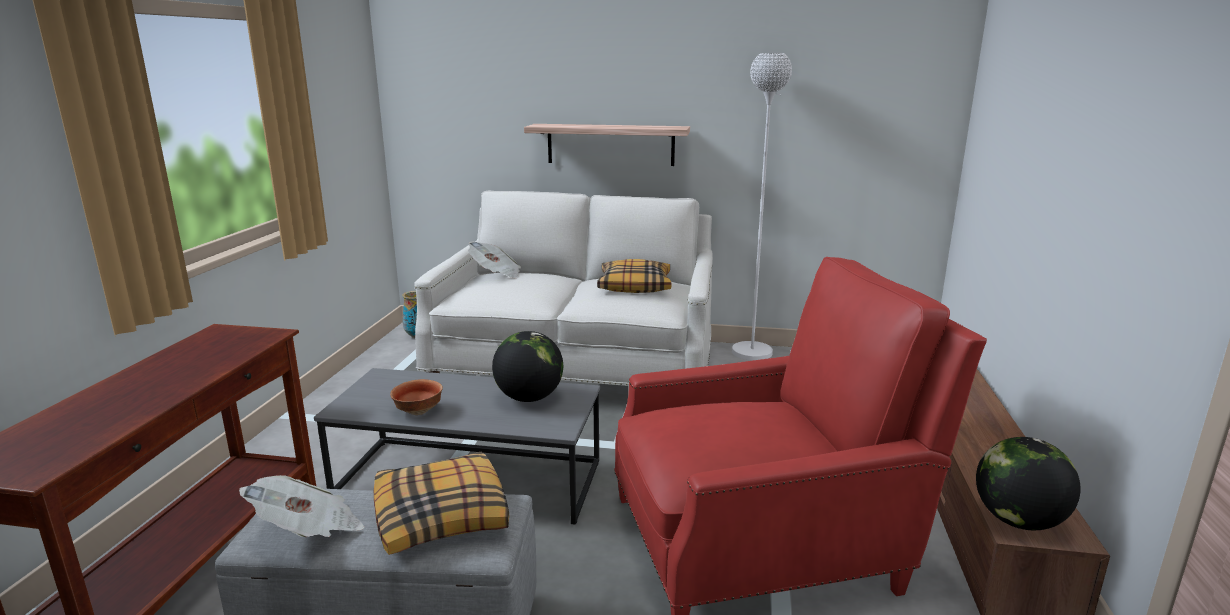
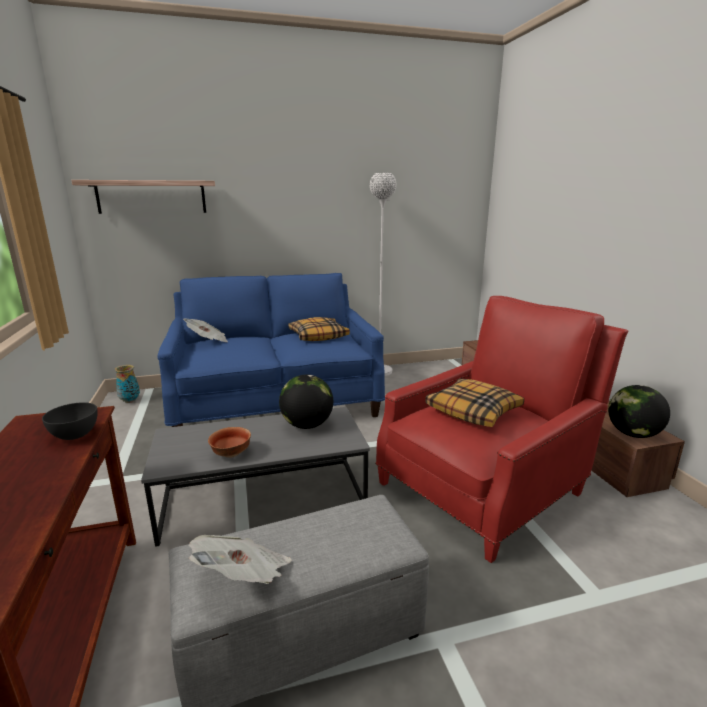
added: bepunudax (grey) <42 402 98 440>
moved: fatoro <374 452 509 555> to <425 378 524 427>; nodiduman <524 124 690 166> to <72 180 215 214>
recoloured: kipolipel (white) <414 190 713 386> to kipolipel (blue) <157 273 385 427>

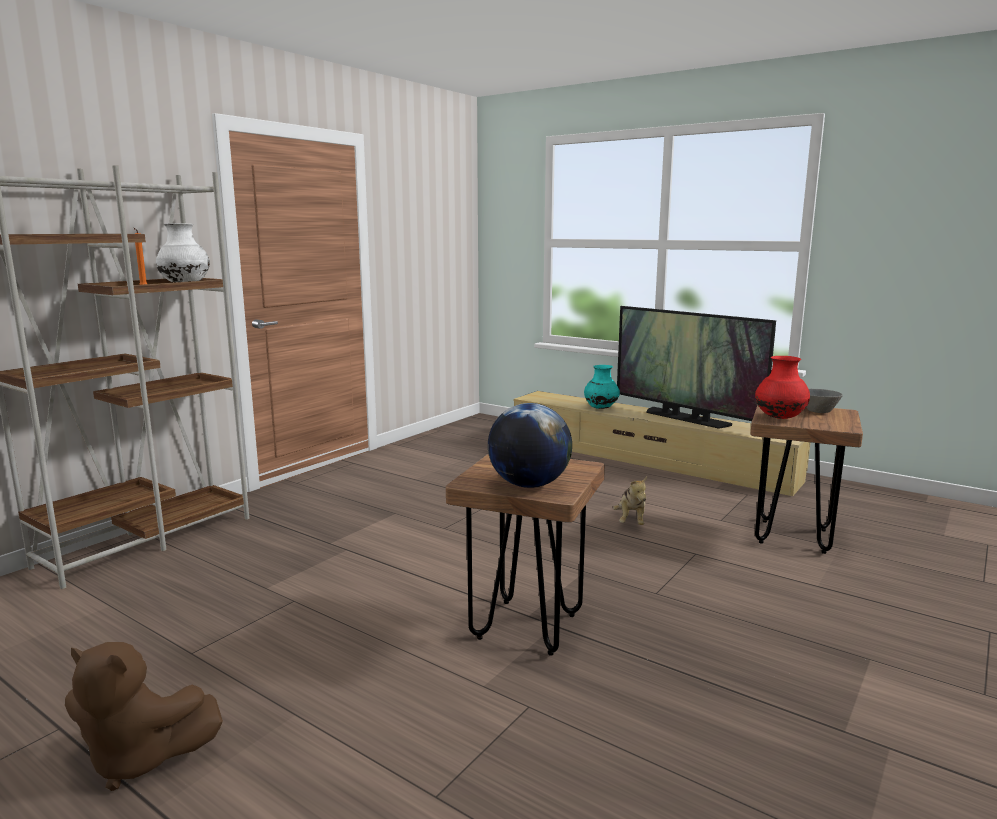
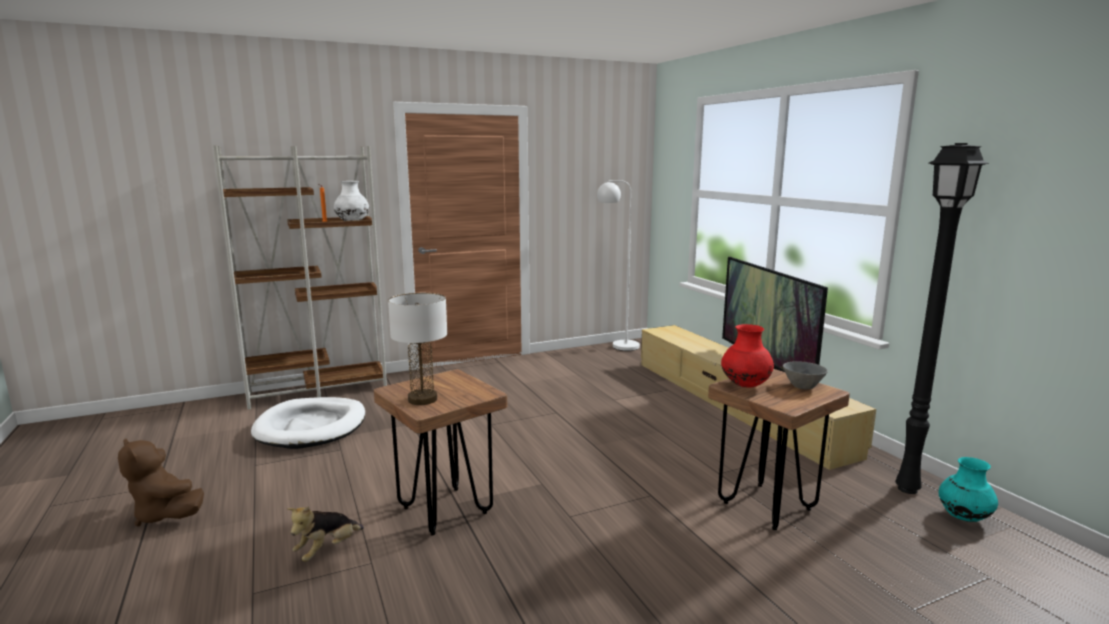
added: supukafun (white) <251 397 365 449>; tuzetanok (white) <597 180 640 351>; tuzetanok (black) <895 143 989 494>
moved: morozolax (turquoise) <584 365 620 409> to <939 457 998 522>; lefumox <613 477 647 525> to <287 506 364 562>
replaced: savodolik <488 403 572 488> to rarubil <388 293 447 405>

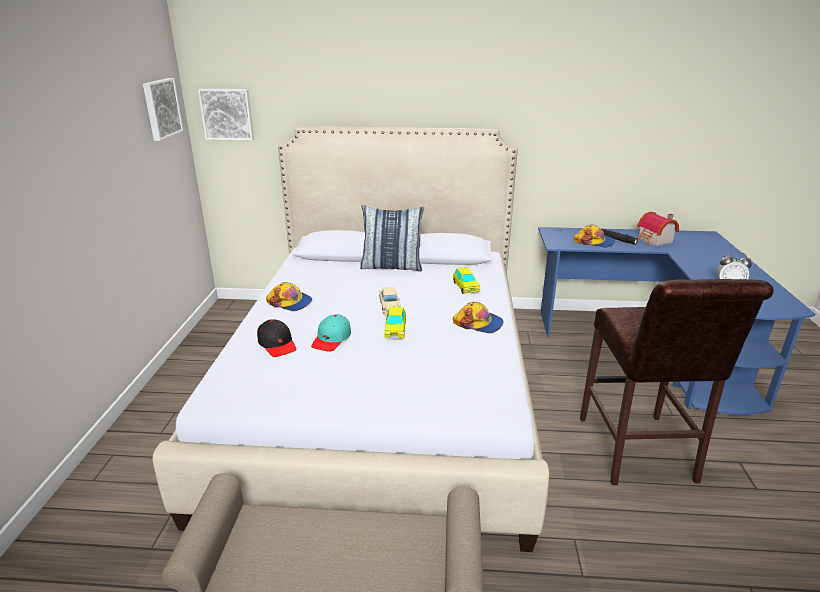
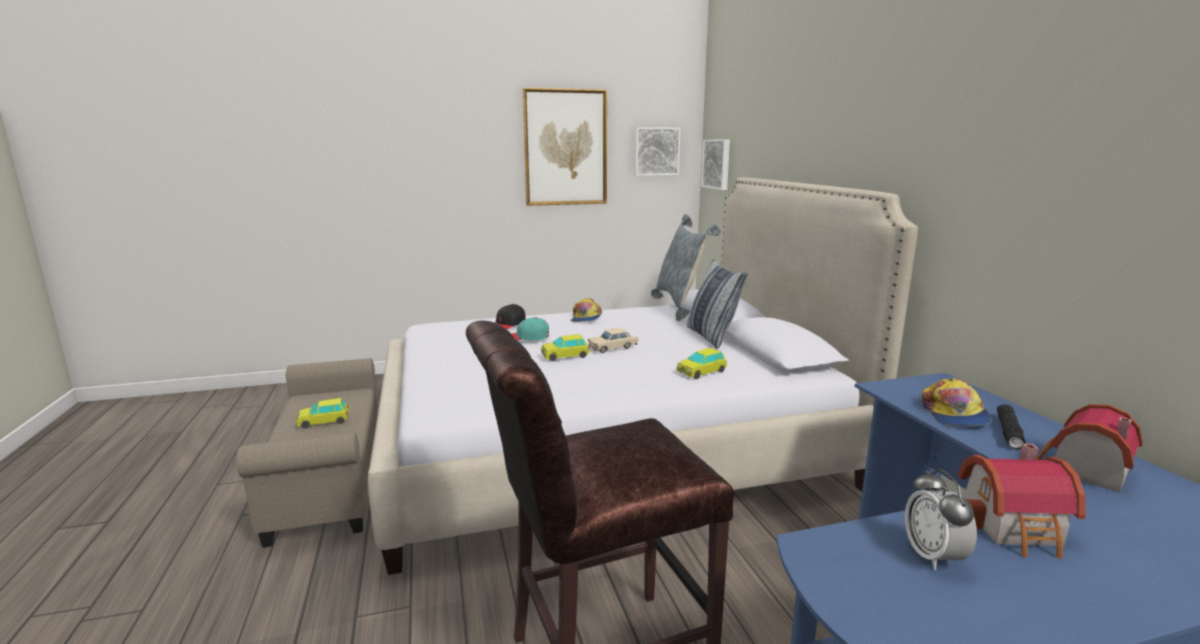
removed: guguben <453 302 503 333>
added: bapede <296 398 349 428>; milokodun <522 88 607 206>; fatoro <651 214 720 322>; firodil <958 443 1086 559>

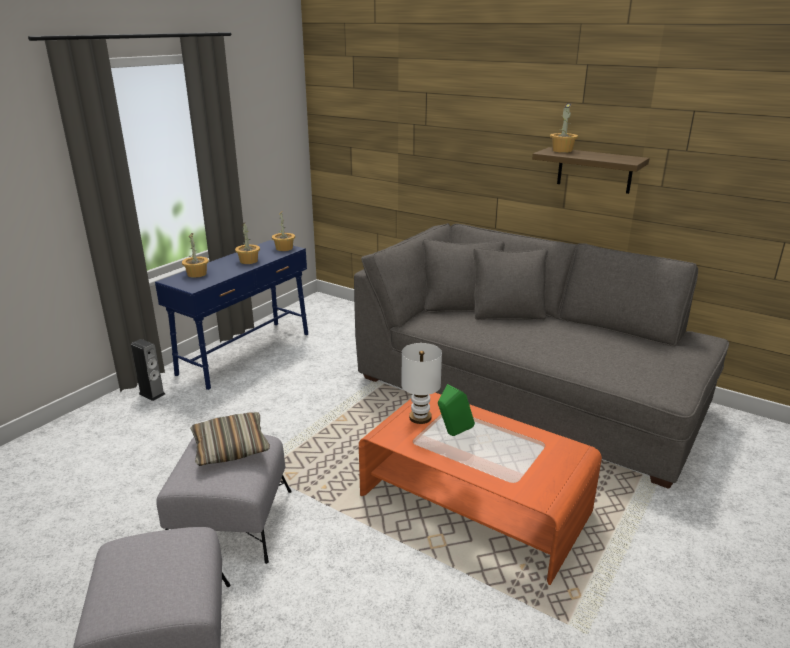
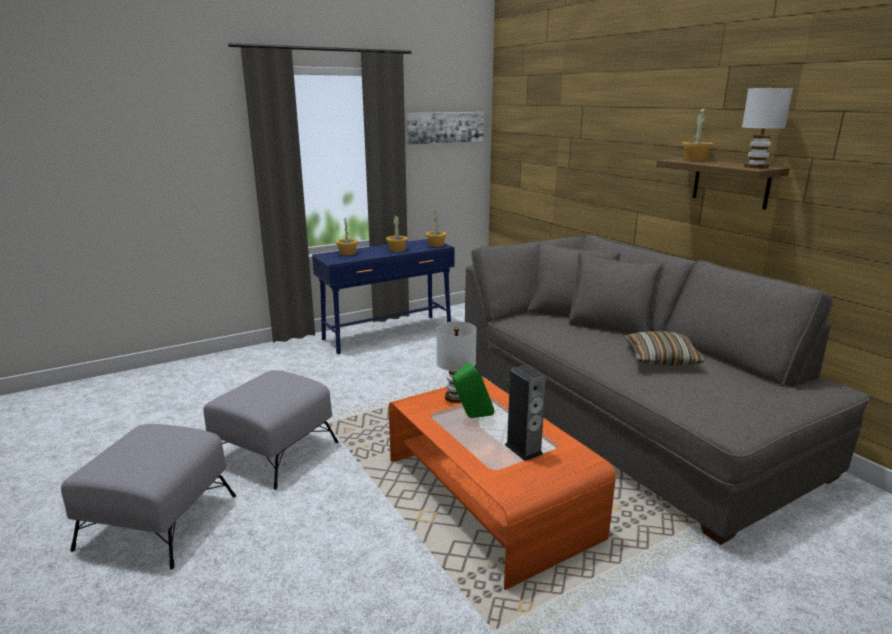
added: milokodun <407 112 484 144>; rarubil (white) <742 87 793 168>
moved: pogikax <131 339 165 401> to <505 365 546 461>; fatoro <190 412 270 466> to <624 331 706 365>

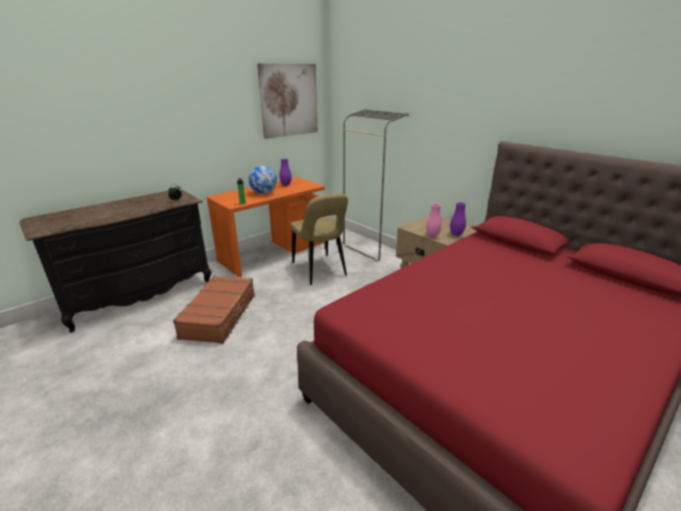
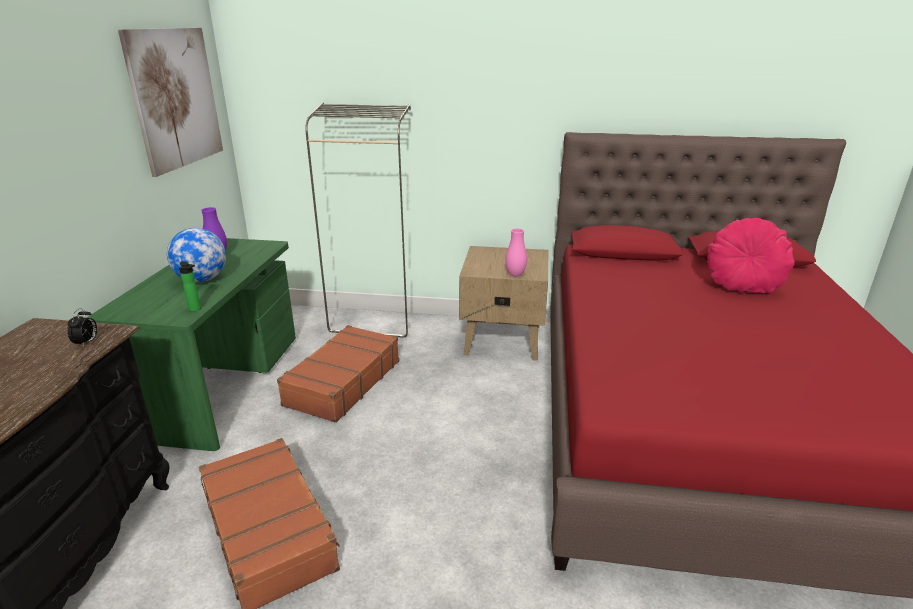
removed: morozolax (purple) <450 202 466 236>
added: fatoro (pink) <707 218 795 293>
replaced: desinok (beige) <291 194 348 285> to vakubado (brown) <277 325 399 423>
recoloured: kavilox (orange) <207 177 325 277> to kavilox (green) <87 238 296 451>

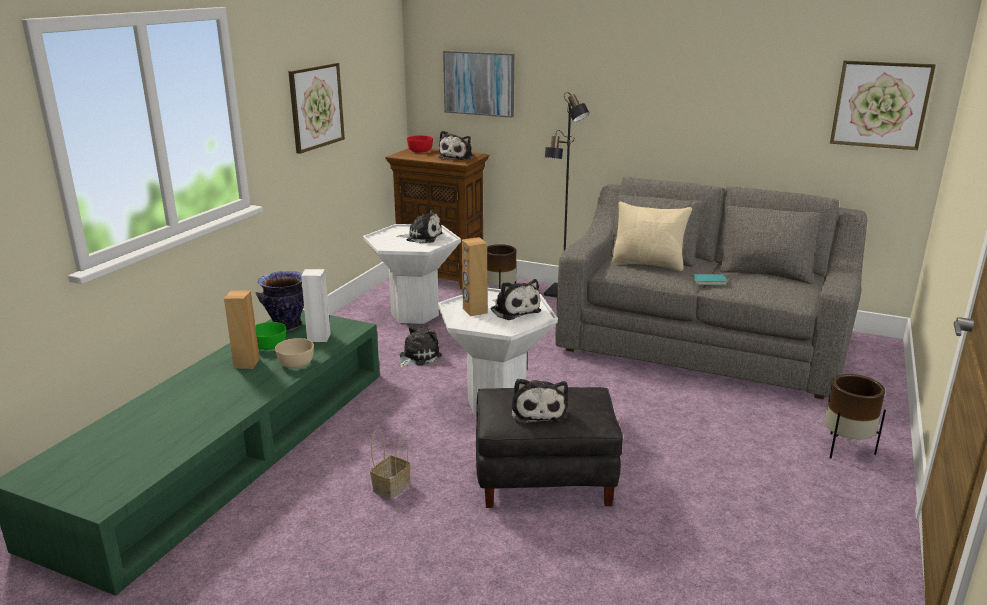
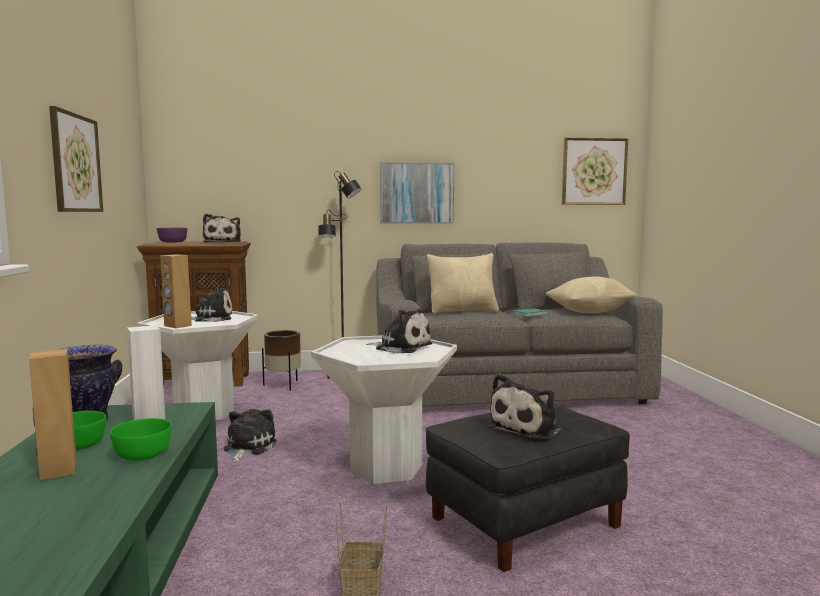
removed: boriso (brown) <824 374 886 459>
added: fatoro (beige) <546 277 637 313>
moved: milokodun <443 51 514 118> to <380 162 454 224>; pogikax (brown) <462 237 488 316> to <160 254 192 328>
recoloured: bepunudax (beige) <275 338 314 368> to bepunudax (green) <110 418 172 461>; bepunudax (red) <407 135 433 152> to bepunudax (purple) <157 228 187 243>
turned: lefumox <512 378 568 424> = <487 374 561 439> 75 degrees clockwise

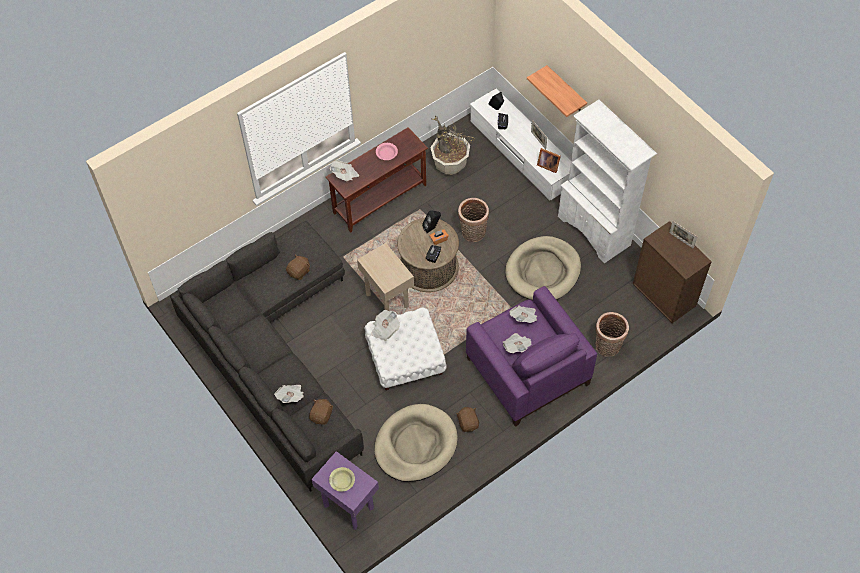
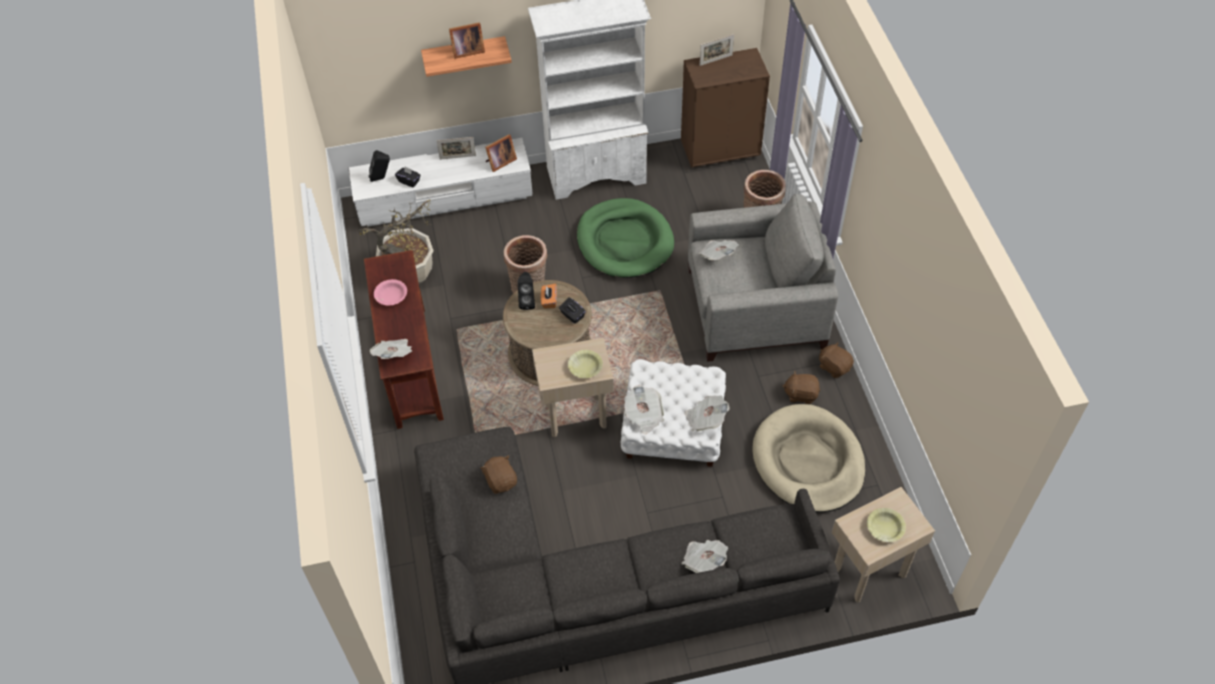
added: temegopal <449 22 485 59>; bepunudax (yellow) <568 350 603 378>
moved: lefumox (brown) <309 399 333 425> to <819 342 854 378>; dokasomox <503 333 532 353> to <685 395 730 431>
recoloured: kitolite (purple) <311 451 379 530> to kitolite (beige) <832 487 935 602>; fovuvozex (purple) <466 286 597 427> to fovuvozex (grey) <688 194 838 362>; supukafun (beige) <505 236 581 301> to supukafun (green) <577 198 674 278>

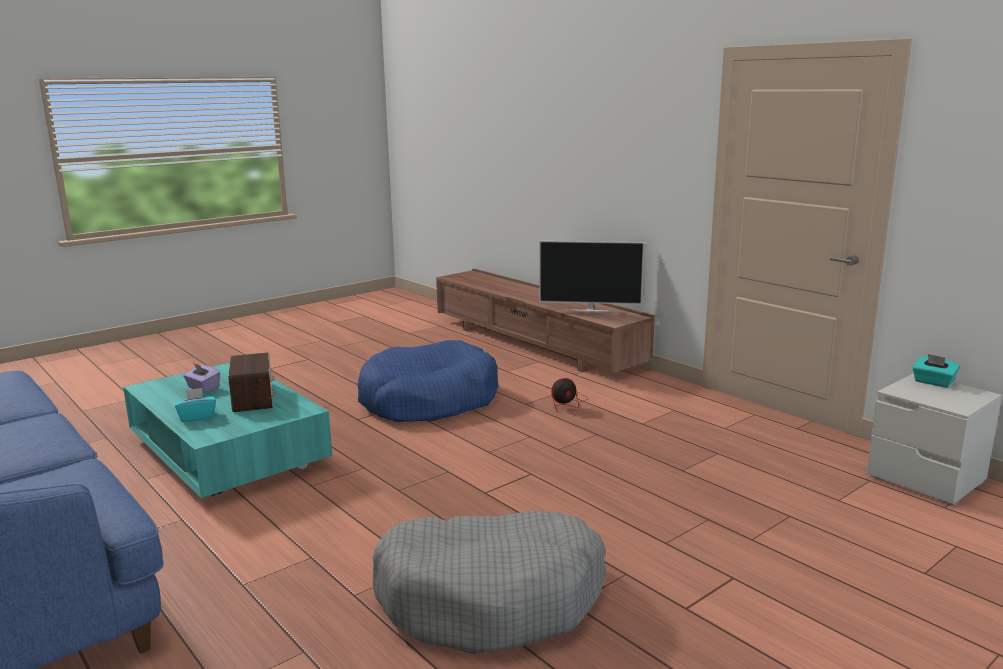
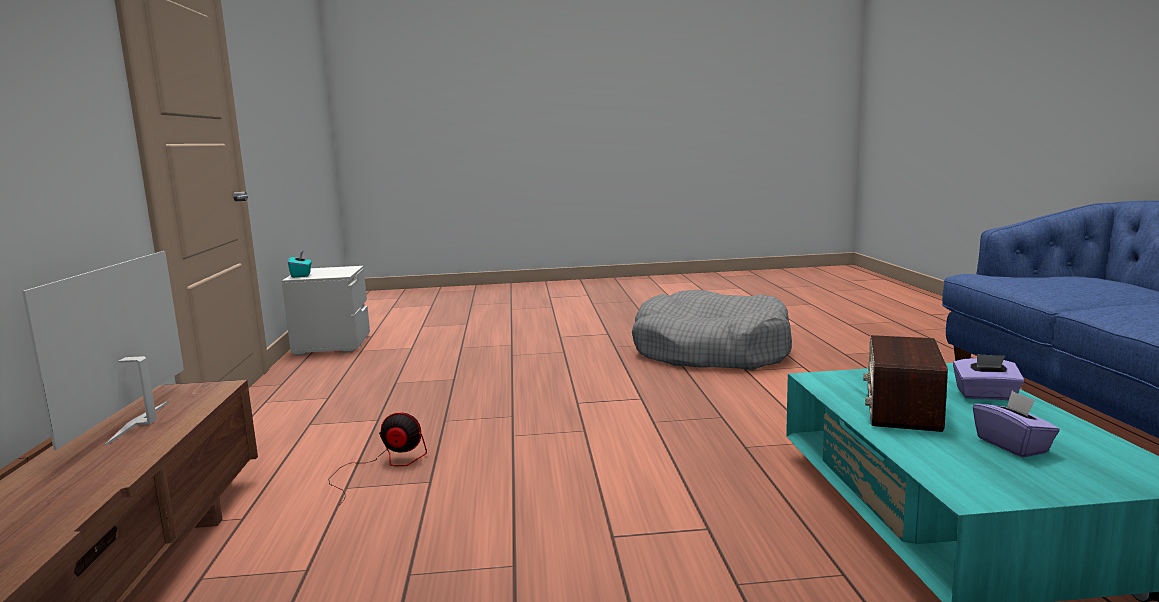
removed: supukafun (blue) <357 340 499 422>
recoloured: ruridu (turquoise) <175 388 216 422> to ruridu (purple) <953 354 1024 400>
turned: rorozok <539 241 644 312> = <22 251 184 450> 135 degrees counterclockwise

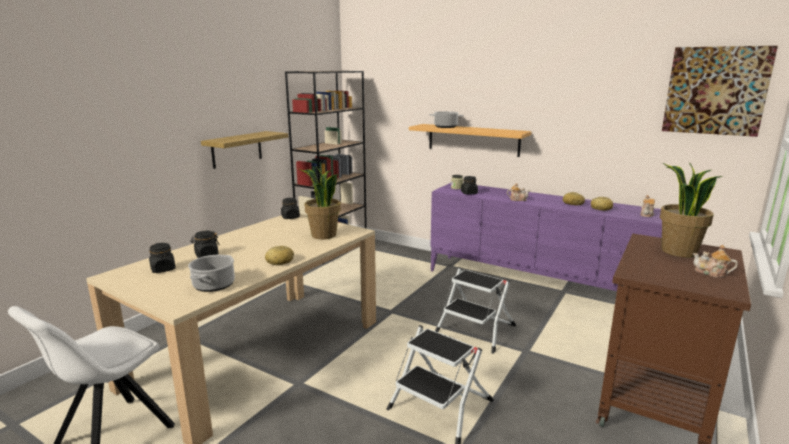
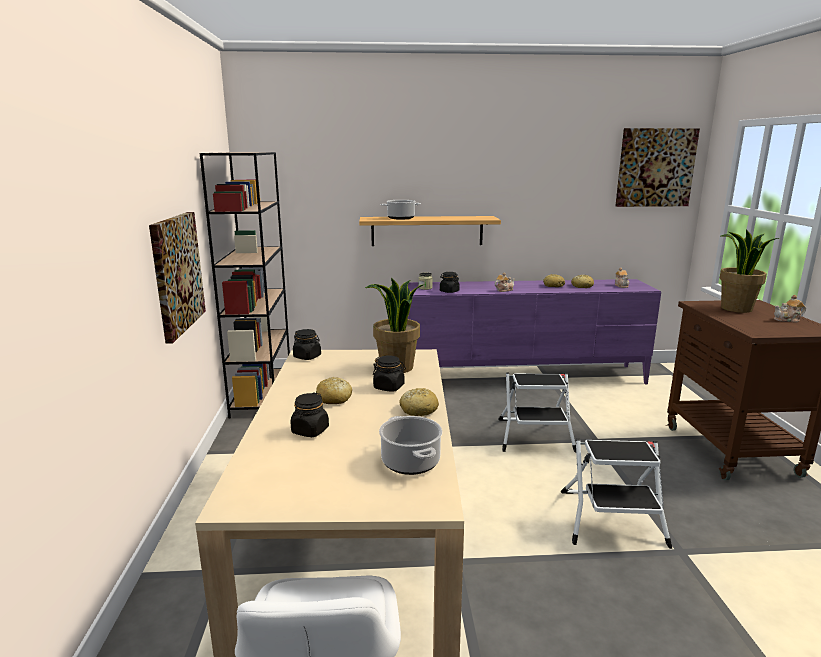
added: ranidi <316 377 352 404>
moved: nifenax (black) <149 243 176 273> to <373 355 406 392>
replaced: nodiduman <201 131 288 169> to milokodun <149 212 206 344>

